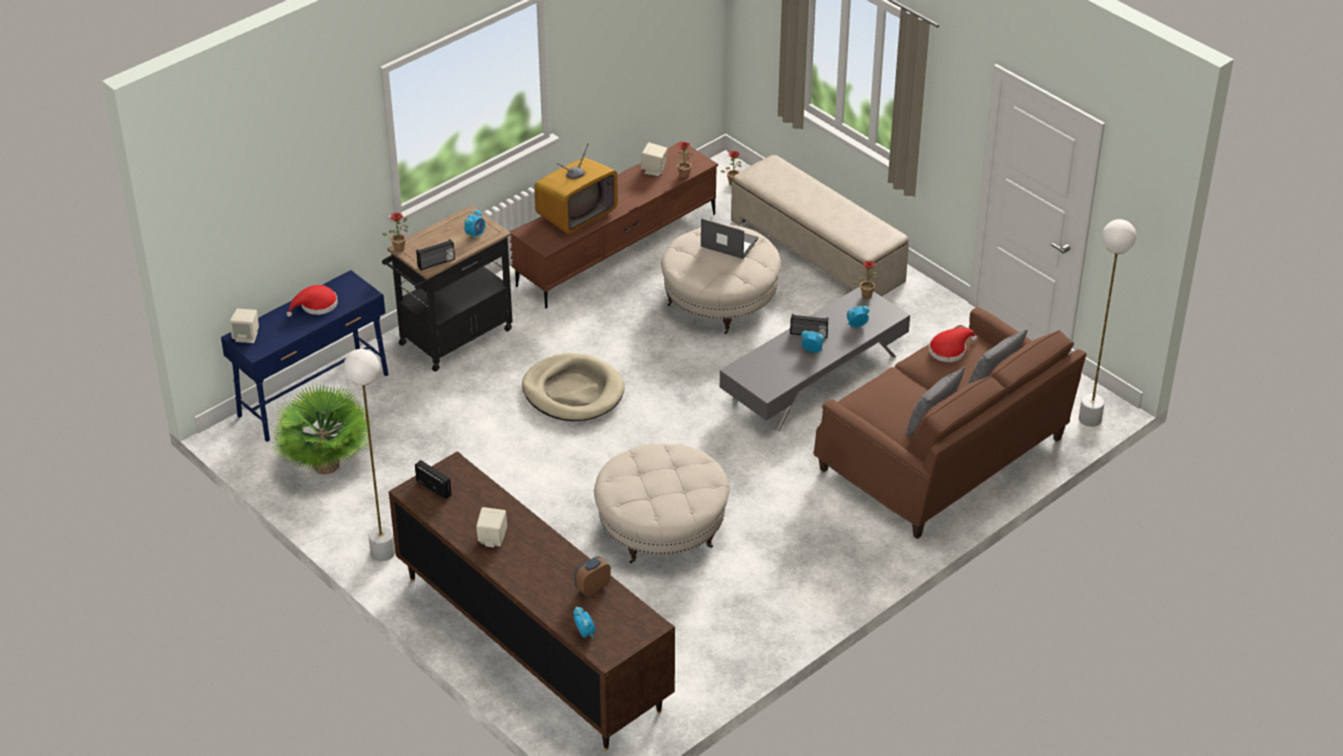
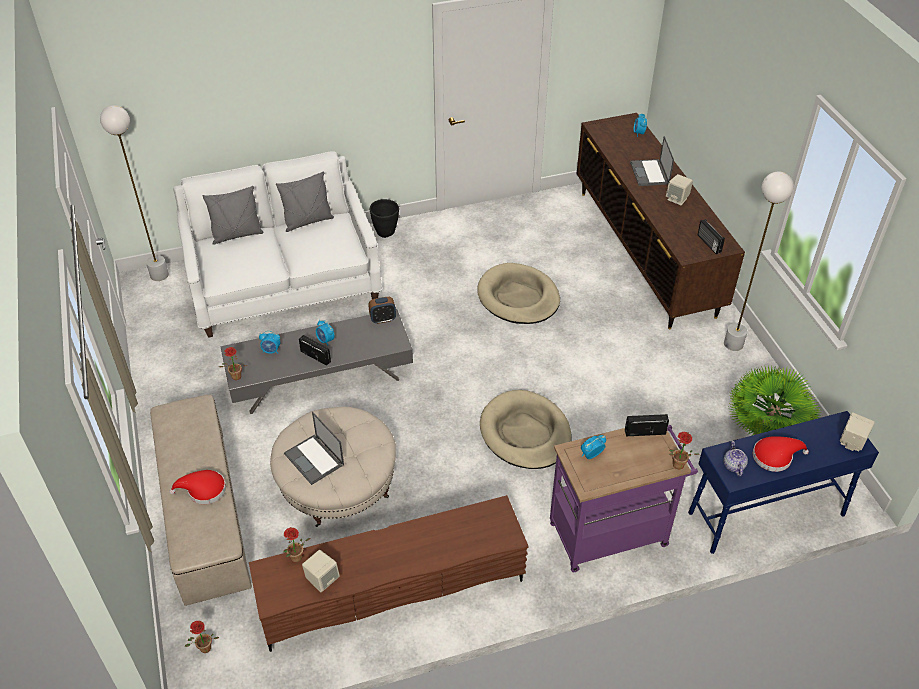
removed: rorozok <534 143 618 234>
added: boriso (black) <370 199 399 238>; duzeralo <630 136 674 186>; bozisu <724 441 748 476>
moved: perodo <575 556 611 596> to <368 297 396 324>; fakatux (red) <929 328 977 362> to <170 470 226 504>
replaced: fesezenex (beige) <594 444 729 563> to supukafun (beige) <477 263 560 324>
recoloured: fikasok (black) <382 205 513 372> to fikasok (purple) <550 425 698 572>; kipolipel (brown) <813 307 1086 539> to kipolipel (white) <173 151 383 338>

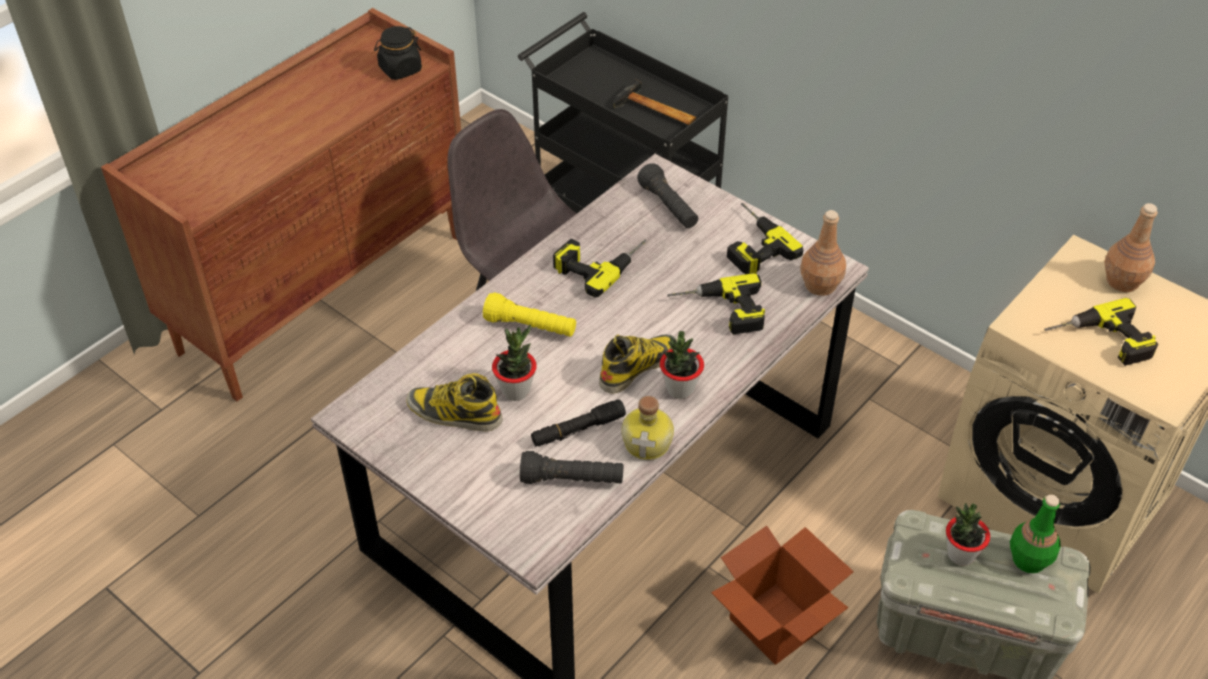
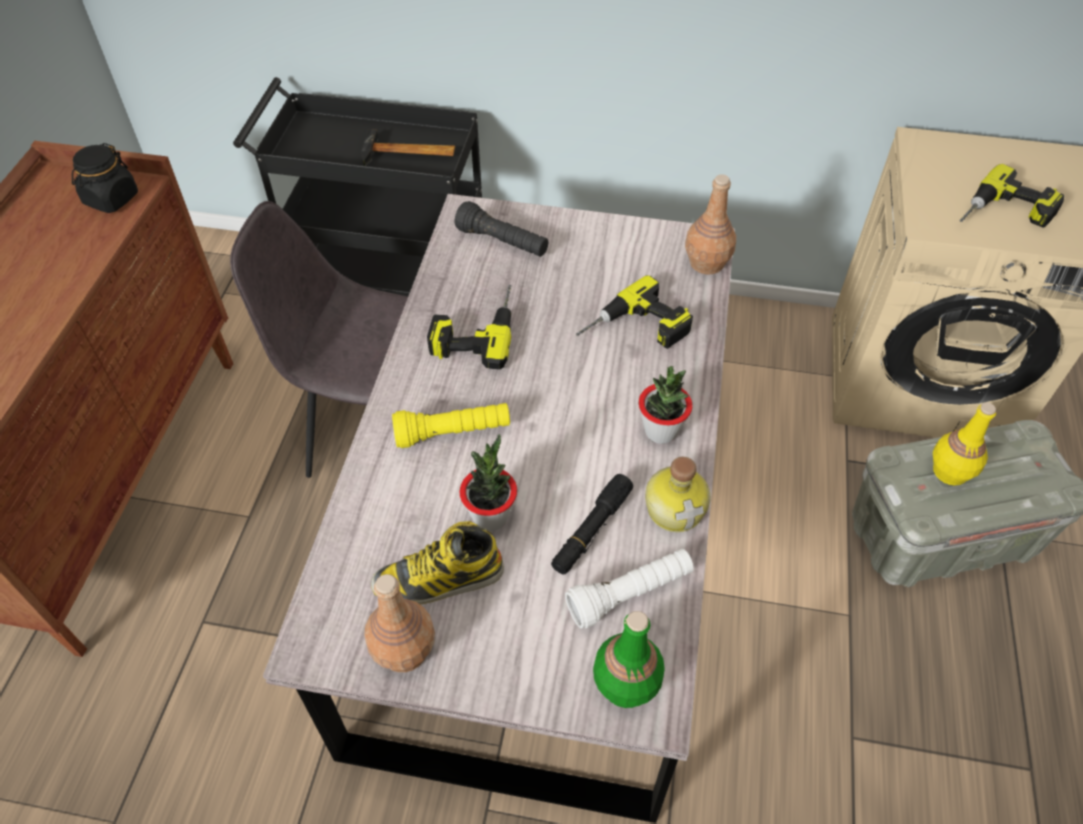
removed: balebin <599 334 677 394>; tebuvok <711 526 854 665>; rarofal <727 203 803 274>
moved: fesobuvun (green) <1010 495 1061 573> to <593 611 665 708>; fesobuvun (brown) <1104 203 1158 292> to <364 574 435 672>
replaced: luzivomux <946 503 990 566> to fesobuvun (yellow) <933 403 996 486>
recoloured: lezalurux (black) <520 451 623 484> to lezalurux (white) <565 549 693 628>

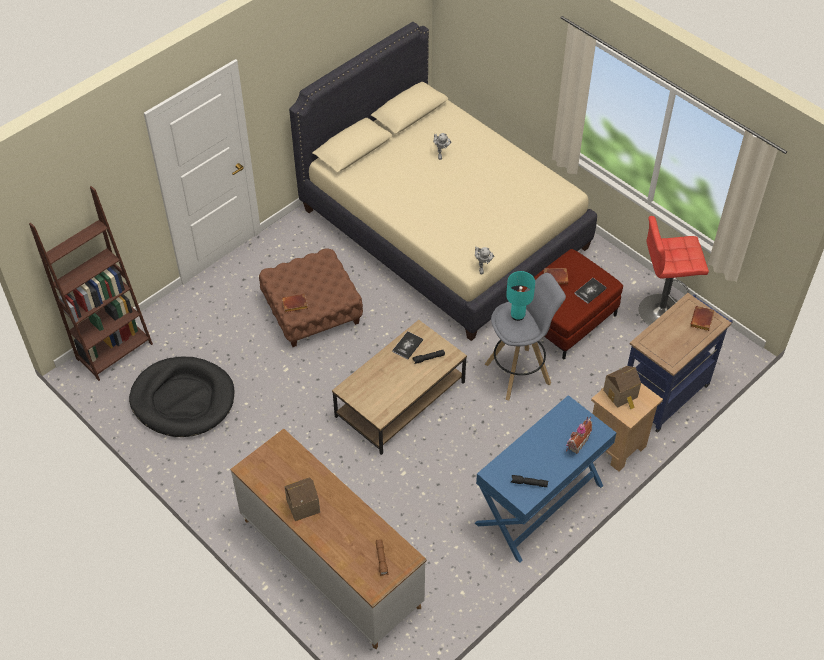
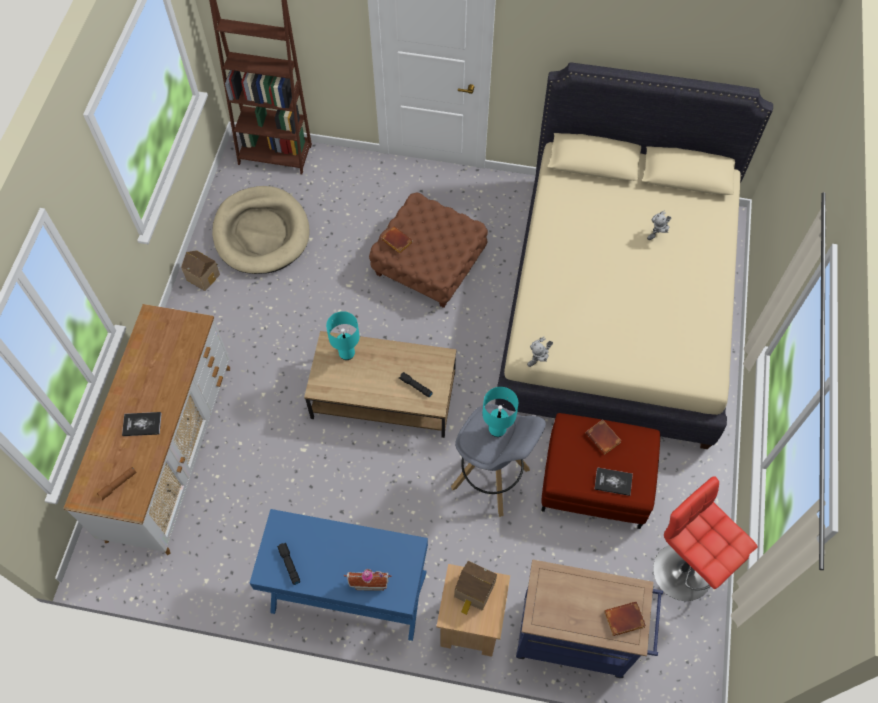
added: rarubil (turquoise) <326 311 359 360>
moved: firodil <284 477 320 521> to <181 250 220 291>; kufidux <392 331 423 360> to <122 412 162 436>
recoloured: supukafun (black) <129 356 235 437> to supukafun (beige) <212 186 310 274>

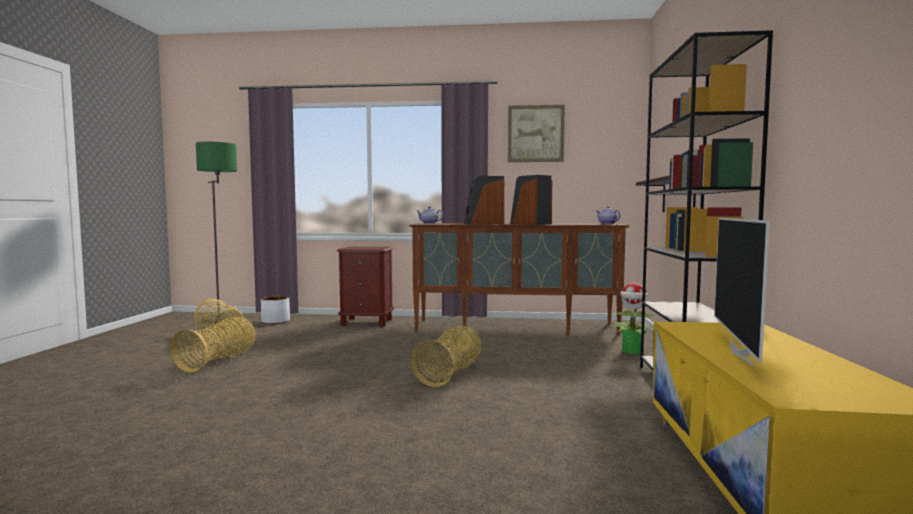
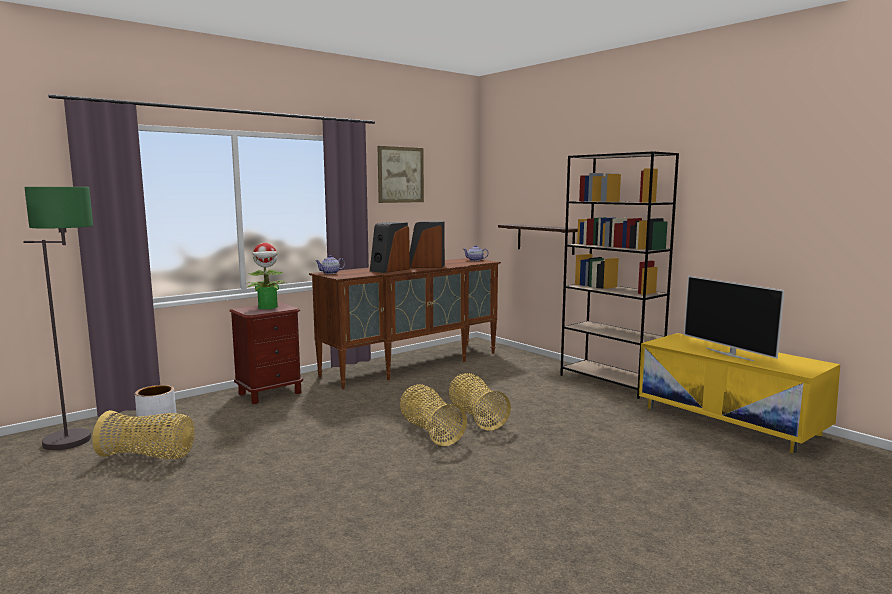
moved: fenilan <171 317 256 372> to <400 385 467 446>; luzivomux <611 283 654 354> to <247 243 286 309>

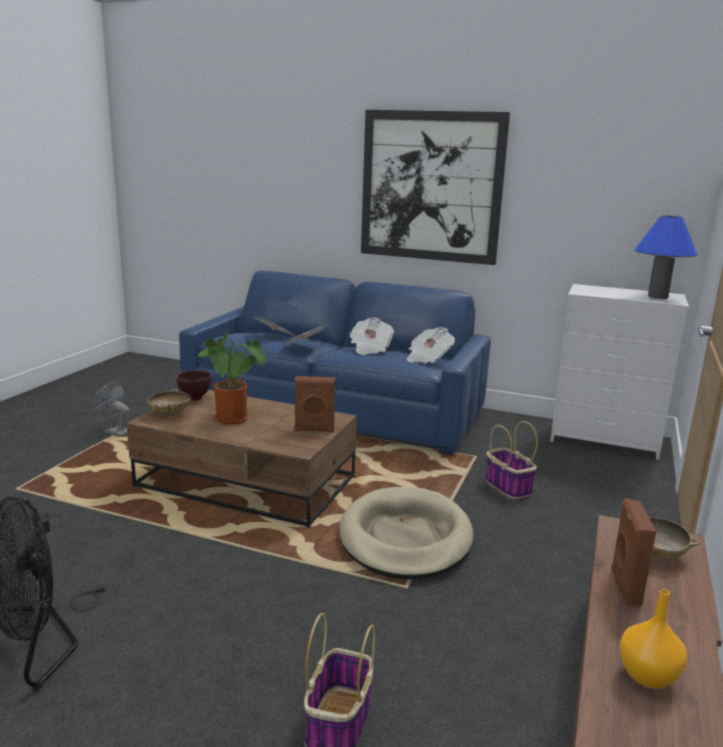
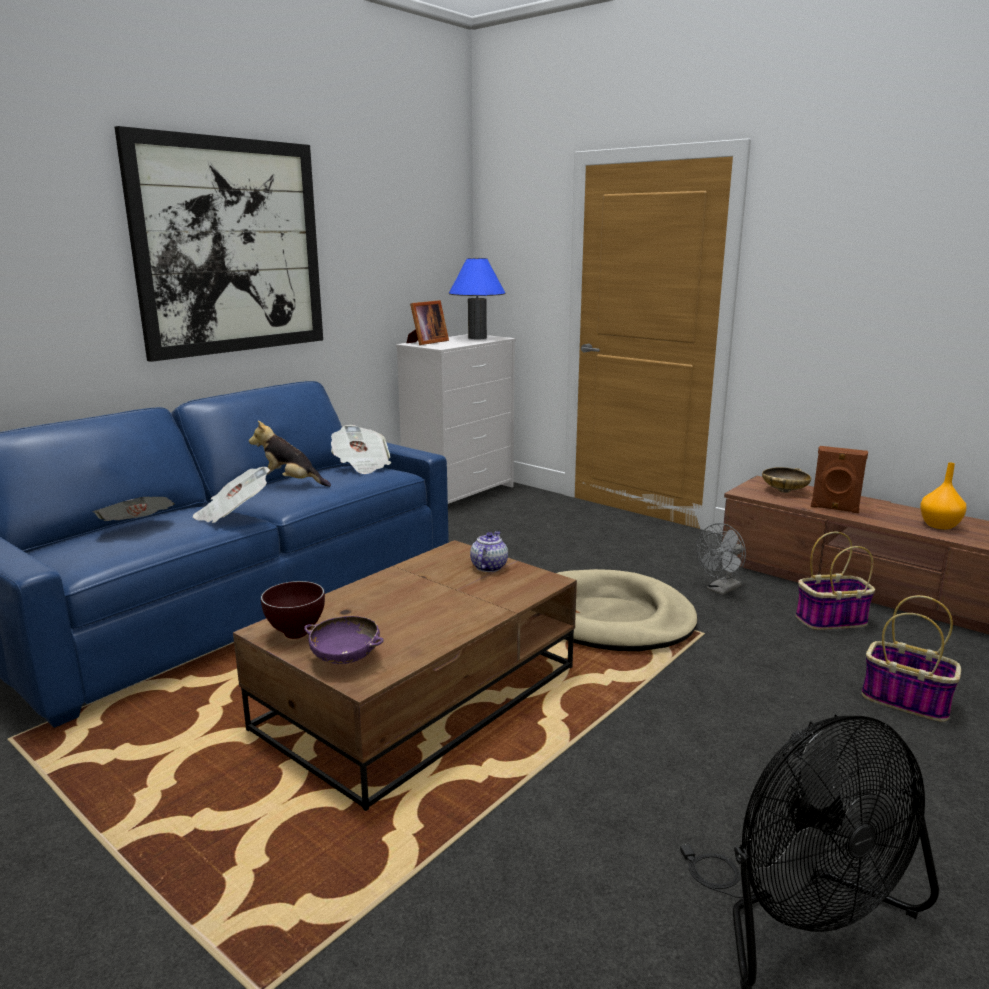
removed: luzivomux <198 330 265 425>
added: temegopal <407 300 449 345>
moved: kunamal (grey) <92 382 130 437> to <696 523 746 595>; fenilan <485 421 538 499> to <795 531 875 630>
replaced: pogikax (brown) <294 376 335 432> to bozisu <470 531 508 572>; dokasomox <349 318 394 355> to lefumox <249 421 331 487>
recoloured: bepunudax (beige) <147 389 191 415> to bepunudax (purple) <304 616 384 664>

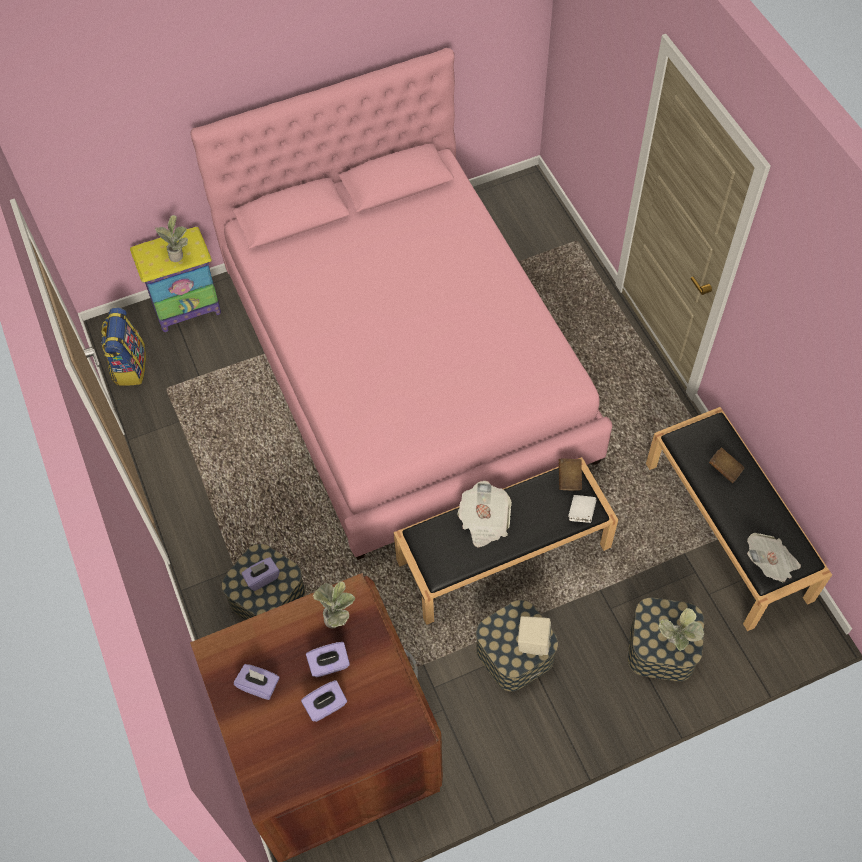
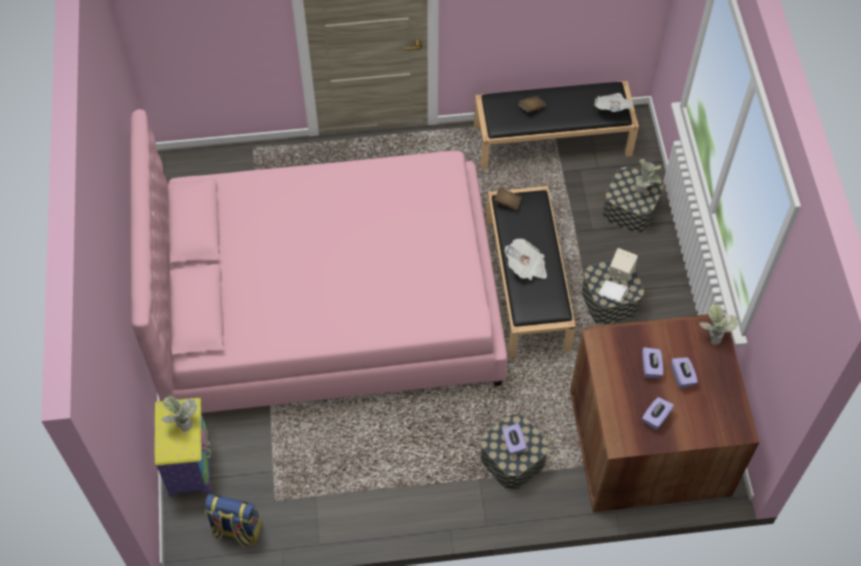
moved: luzivomux <313 581 355 628> to <700 304 738 345>; kufidux (white) <568 495 596 523> to <598 280 629 303>

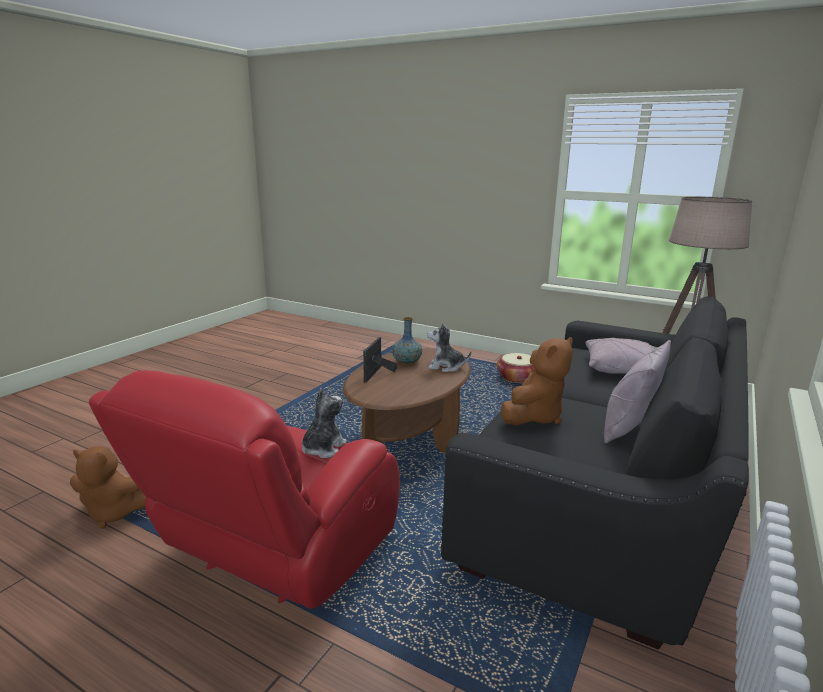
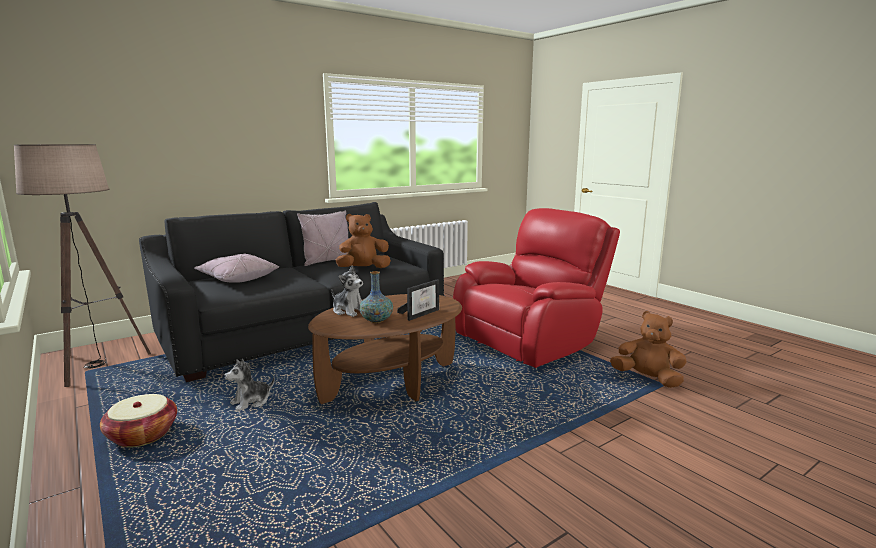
moved: lefumox <302 388 347 458> to <224 359 275 411>

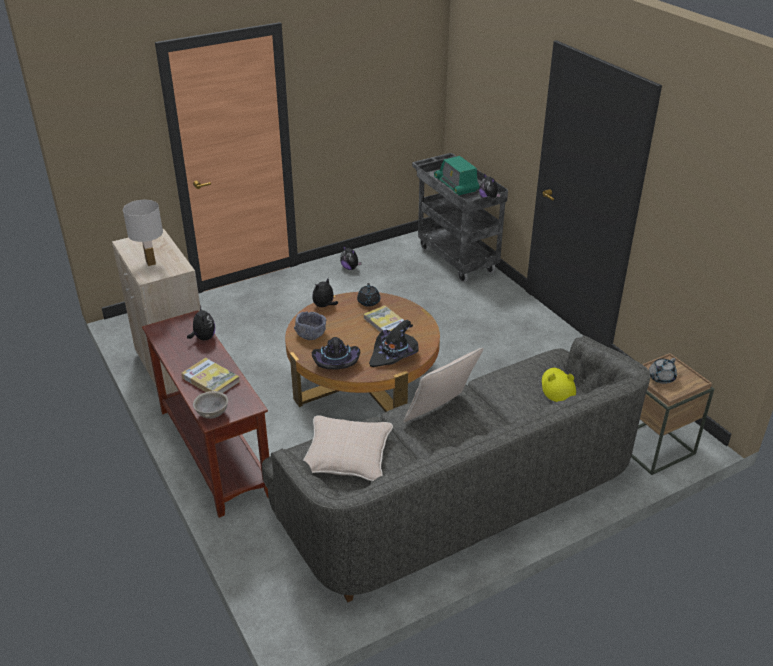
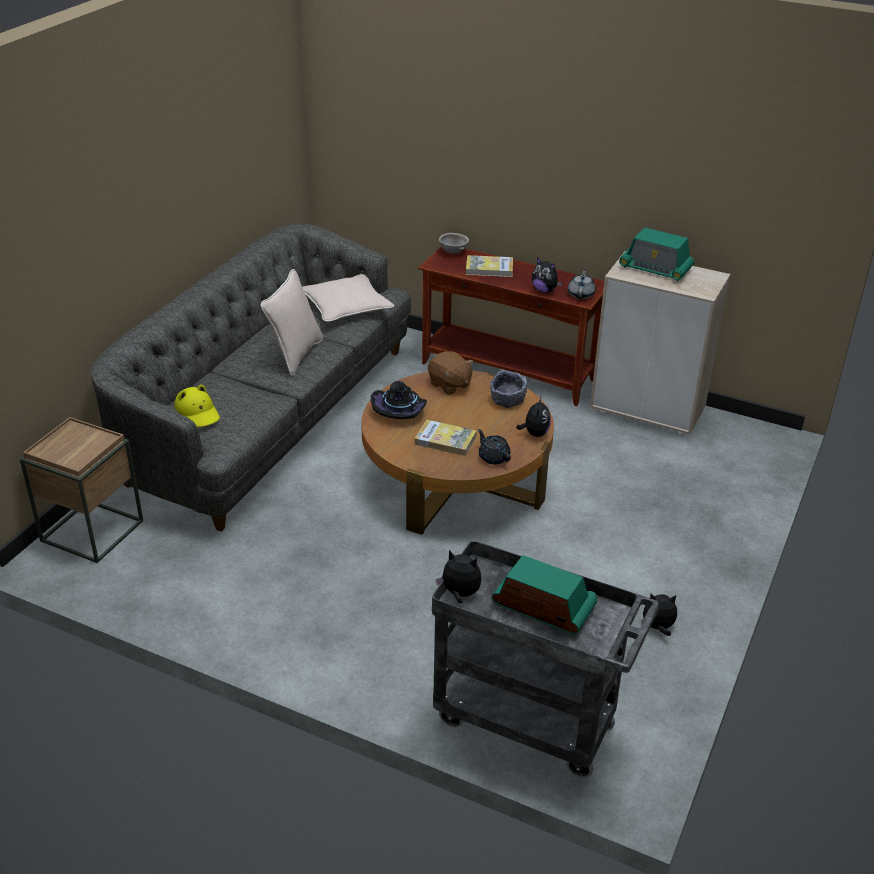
moved: bozisu (grey) <649 358 677 384> to <568 269 596 299>
replaced: rarubil (white) <123 200 163 266> to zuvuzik <619 227 694 281>; fakatux (black) <312 337 360 369> to lefumox (brown) <428 351 473 395>

